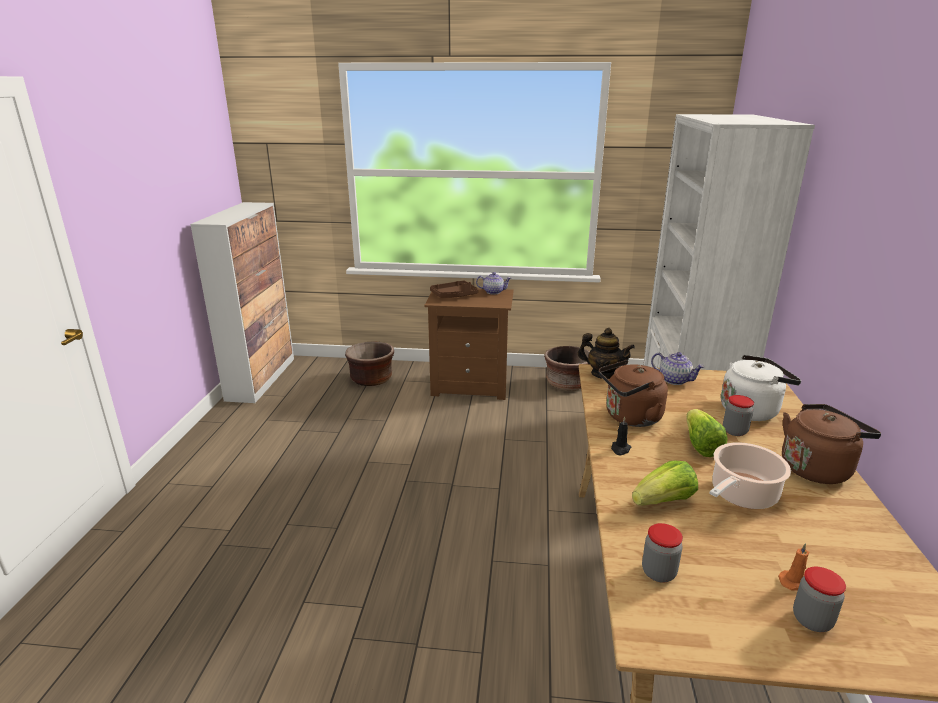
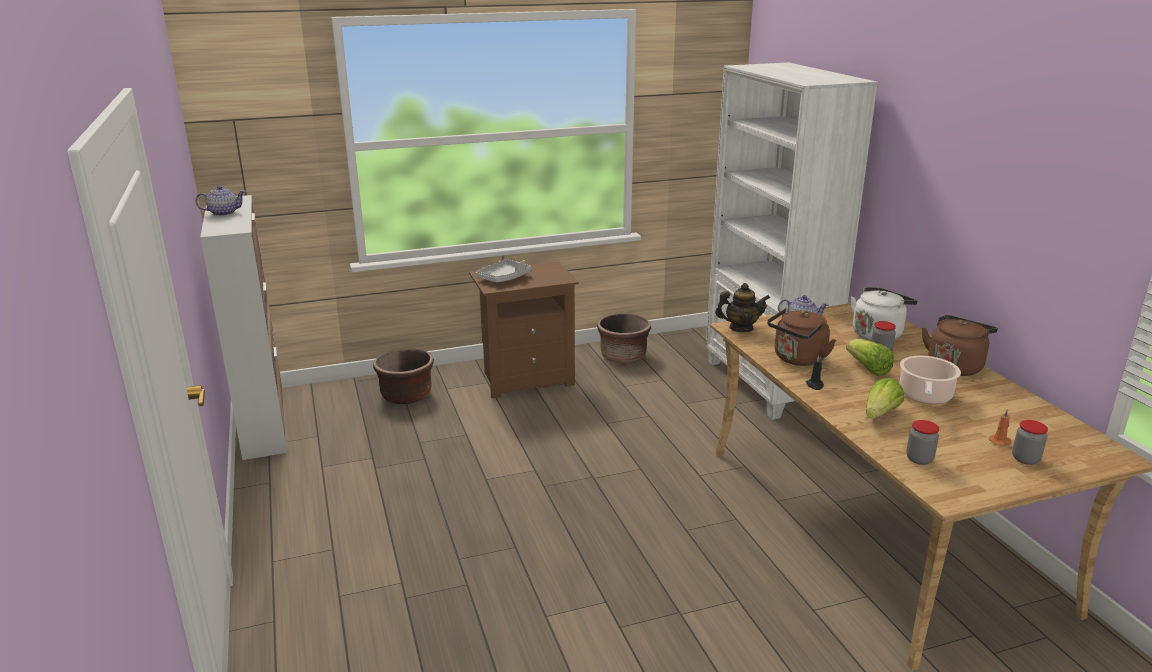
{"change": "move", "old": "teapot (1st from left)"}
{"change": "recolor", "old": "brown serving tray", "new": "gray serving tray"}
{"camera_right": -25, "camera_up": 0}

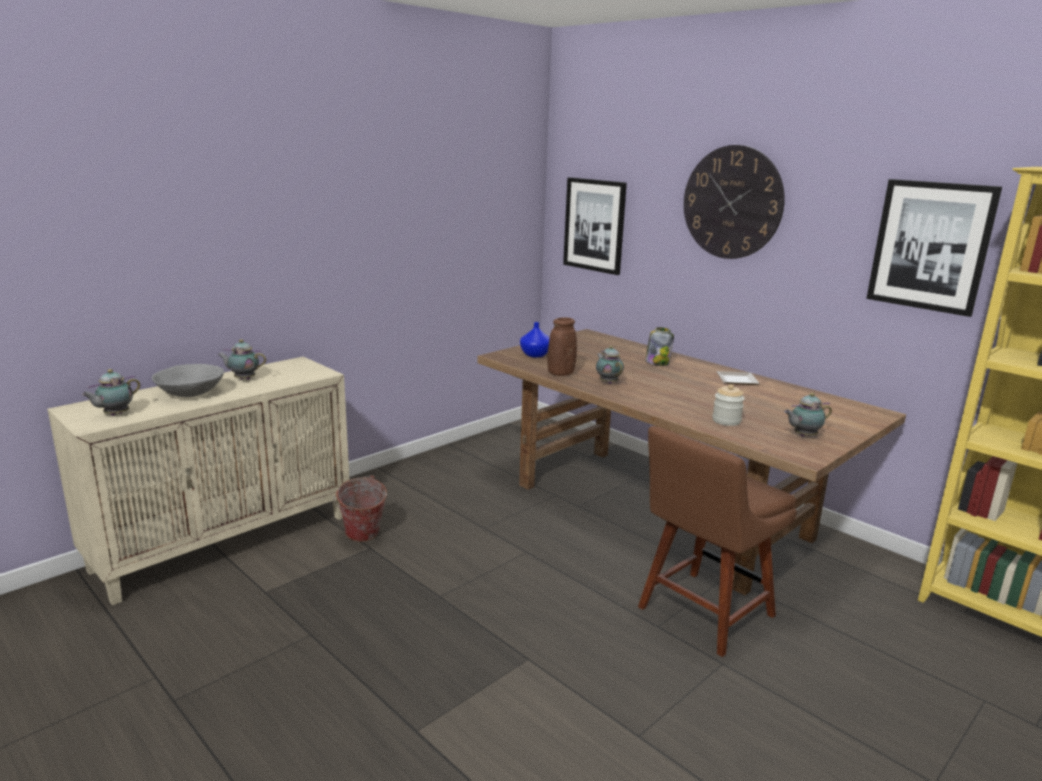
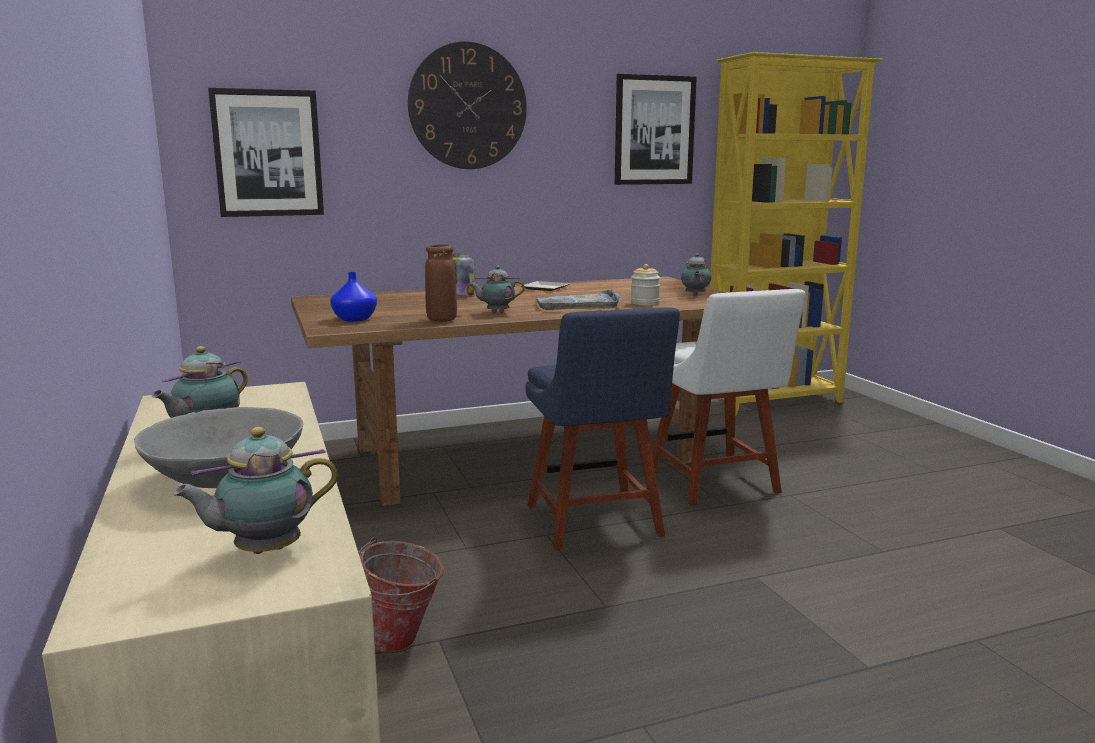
{"change": "rotate", "old": "teapot (1st from left in the first image)", "degrees": 90}
{"change": "recolor", "old": "brown upright chair", "new": "white-coloured upright chair"}
{"change": "insert", "new": "gray serving tray"}
{"change": "insert", "new": "blue upright chair"}
{"camera_right": -65, "camera_up": -5}

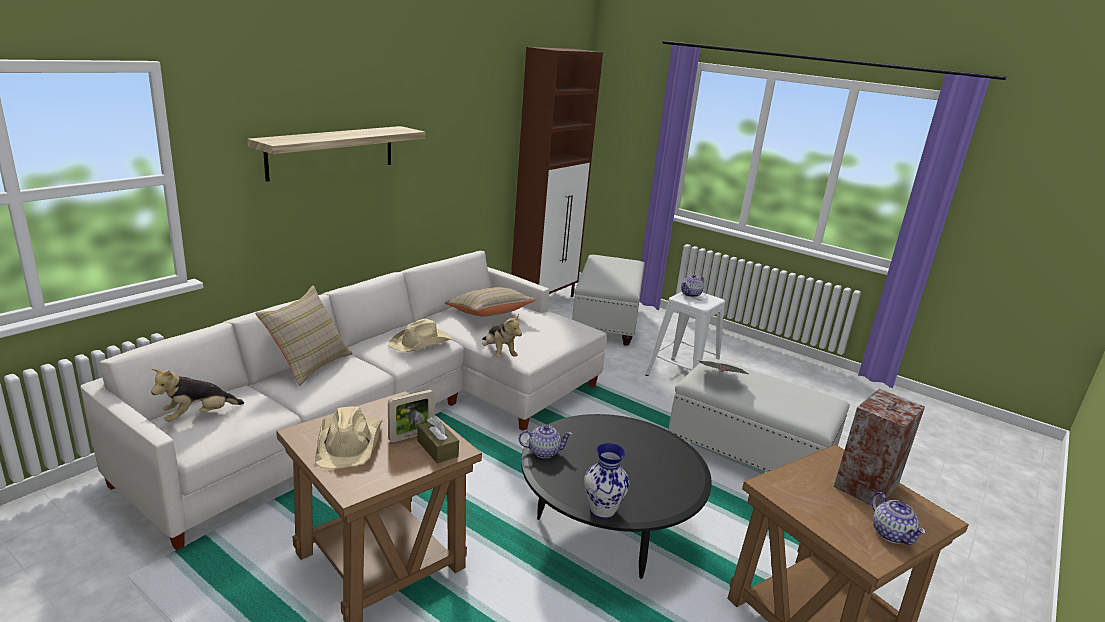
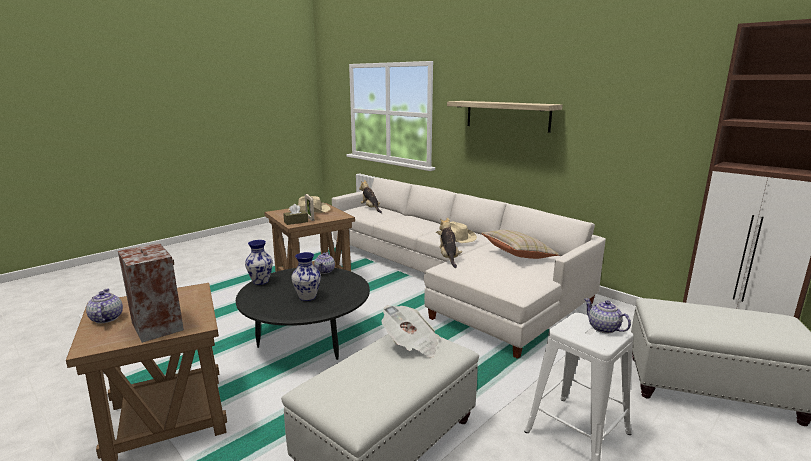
{"change": "delete", "old": "beige cushion (1st from left)"}
{"change": "rotate", "old": "plush toy (2nd from left)", "degrees": 105}
{"change": "rotate", "old": "teapot (3rd from left in the first image)", "degrees": 75}
{"change": "insert", "new": "vase (2nd from left)"}
{"camera_right": 100, "camera_up": -5}

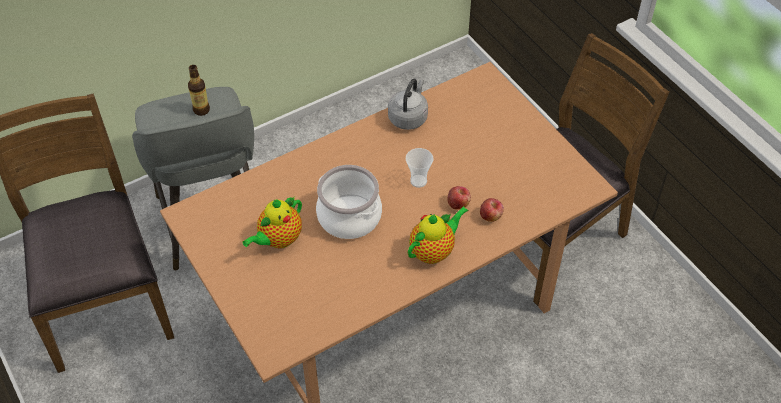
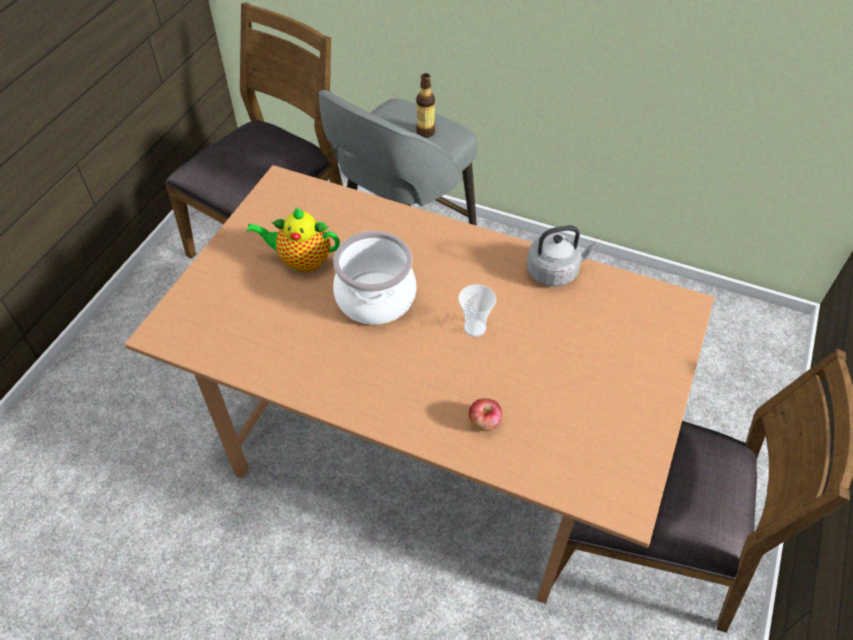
{"change": "delete", "old": "apple (1st from left)"}
{"change": "delete", "old": "teapot (2nd from left)"}
{"camera_right": 55, "camera_up": 0}

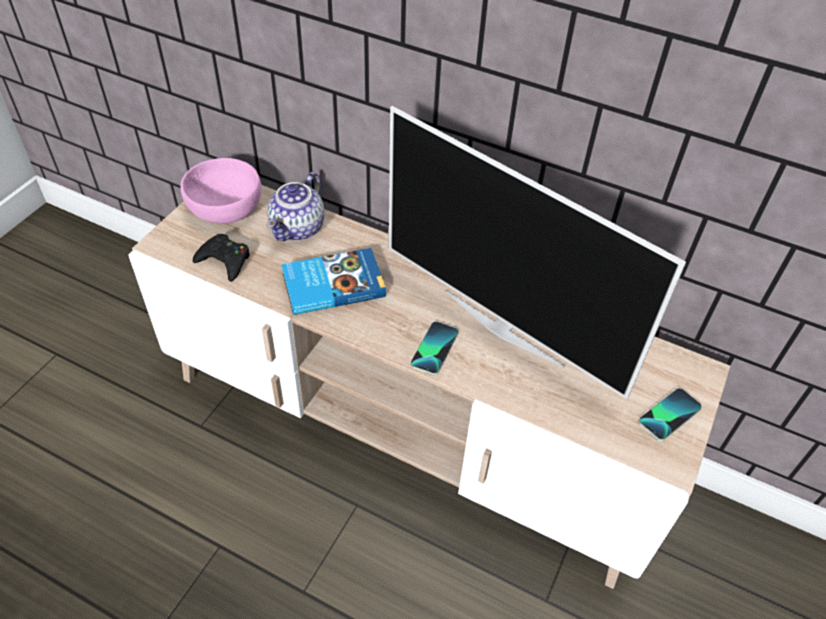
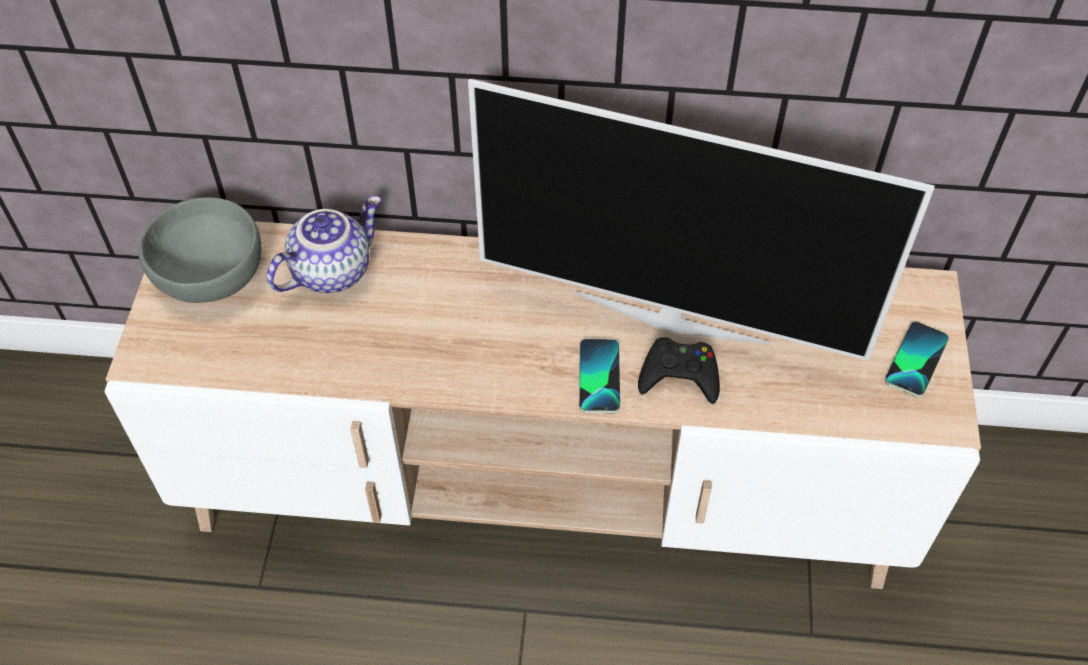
{"change": "recolor", "old": "pink deep dish", "new": "gray deep dish"}
{"change": "rotate", "old": "teapot", "degrees": -135}
{"change": "move", "old": "blackish gamepad"}
{"change": "delete", "old": "book"}
{"camera_right": -20, "camera_up": 5}

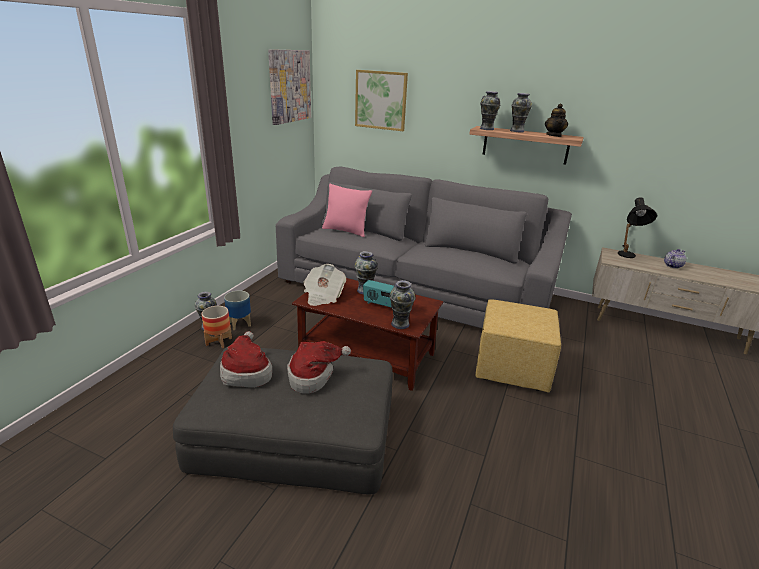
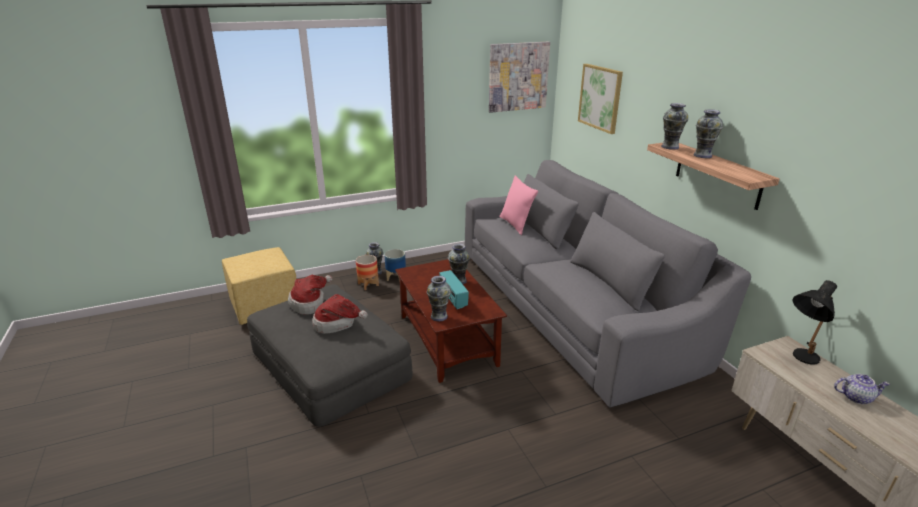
{"change": "delete", "old": "teapot (1st from left)"}
{"change": "delete", "old": "newspaper"}
{"change": "move", "old": "yellowish pouffe"}
{"camera_right": 45, "camera_up": 0}

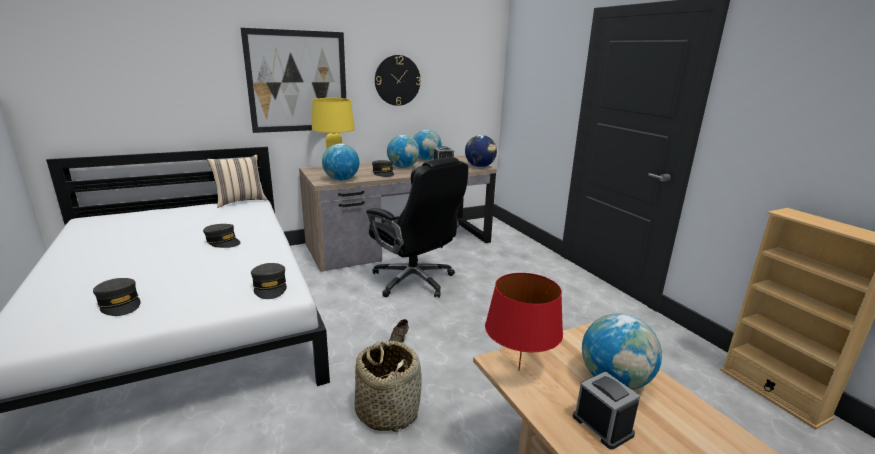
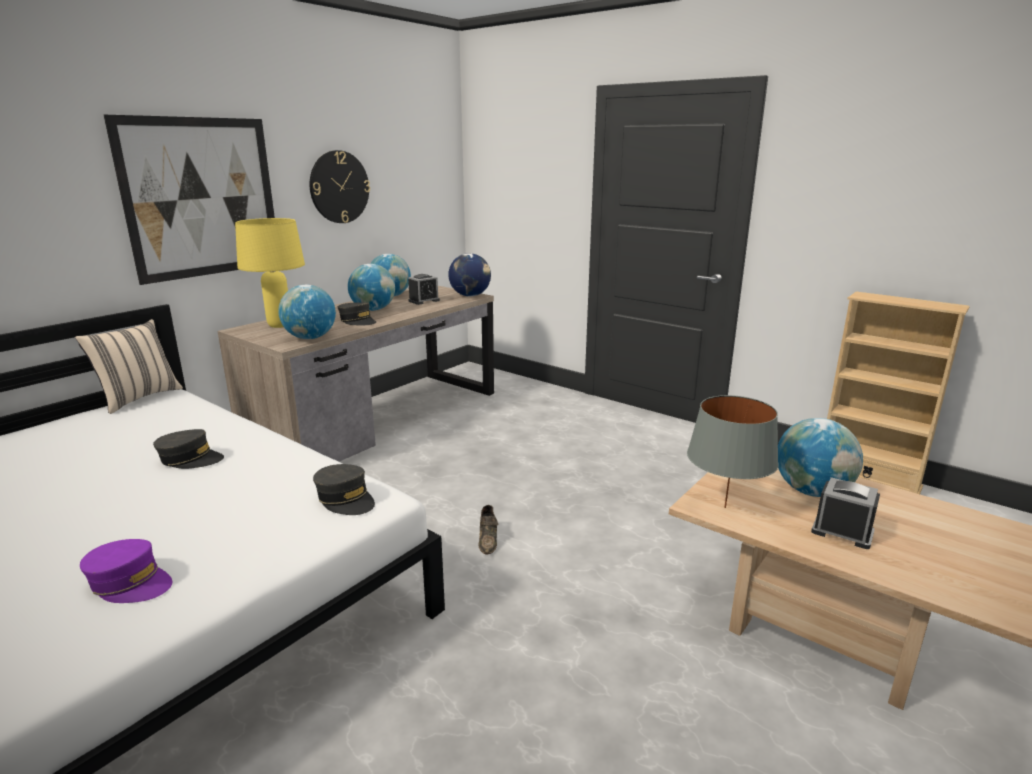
{"change": "delete", "old": "blackish office chair"}
{"change": "recolor", "old": "reddish table lamp", "new": "gray table lamp"}
{"change": "recolor", "old": "gray baseball cap (1st from left)", "new": "purple baseball cap"}
{"change": "delete", "old": "storage basket"}
{"camera_right": -25, "camera_up": 0}

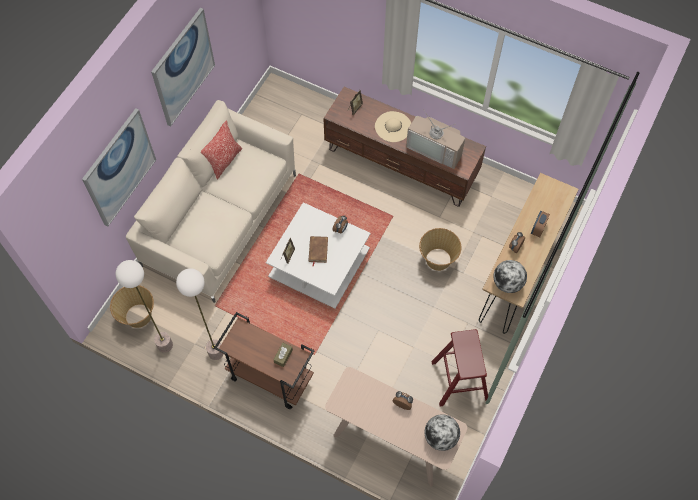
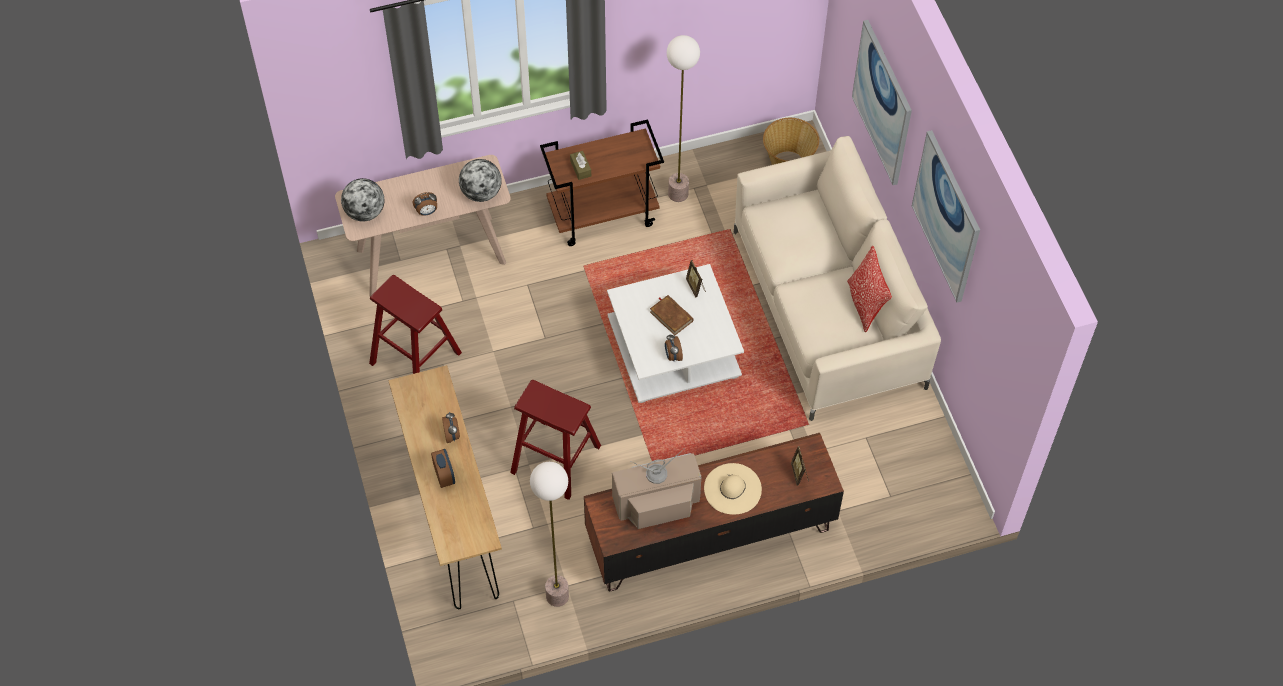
{"change": "replace", "old": "storage basket (2nd from left)", "new": "reddish sitting stool (2nd from left)"}
{"change": "move", "old": "floor lamp (1st from left)"}
{"change": "move", "old": "world globe (2nd from left)"}
{"camera_right": 135, "camera_up": -5}

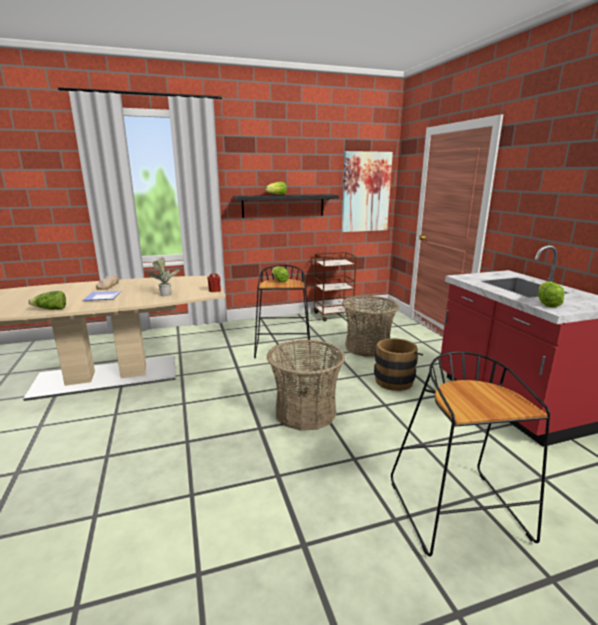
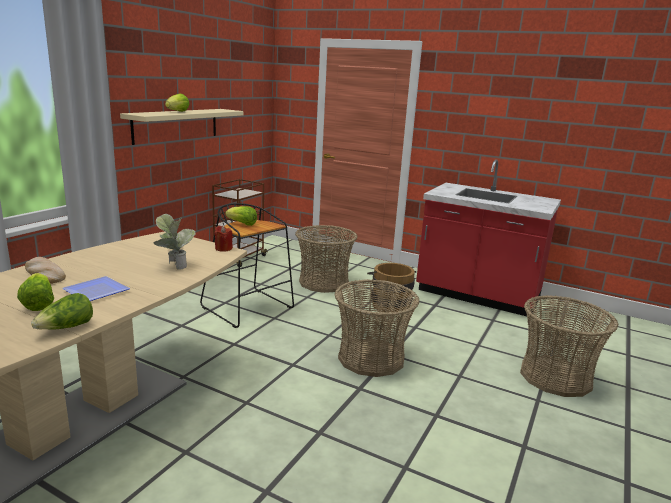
{"change": "delete", "old": "wall art"}
{"change": "recolor", "old": "blackish wall shelf", "new": "beige wall shelf"}
{"change": "move", "old": "lettuce head (4th from left in the first image)", "new": "lettuce head (1st from left)"}
{"change": "replace", "old": "blackish sitting stool (2nd from left)", "new": "storage basket (3rd from left)"}
{"camera_right": -45, "camera_up": 0}

